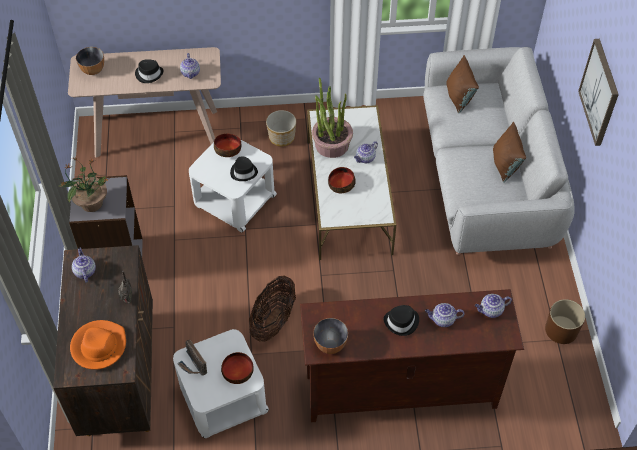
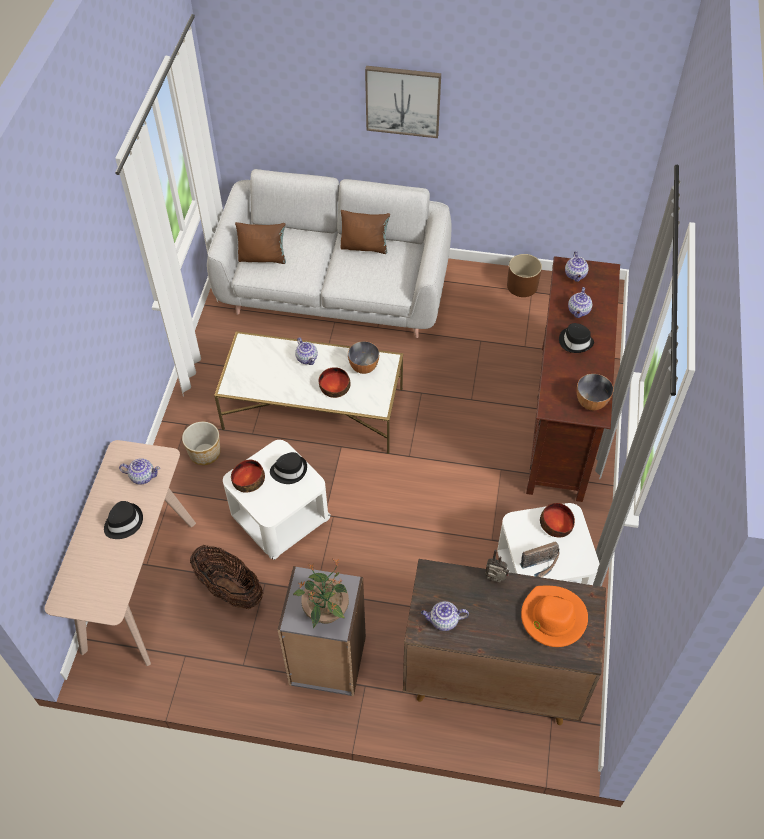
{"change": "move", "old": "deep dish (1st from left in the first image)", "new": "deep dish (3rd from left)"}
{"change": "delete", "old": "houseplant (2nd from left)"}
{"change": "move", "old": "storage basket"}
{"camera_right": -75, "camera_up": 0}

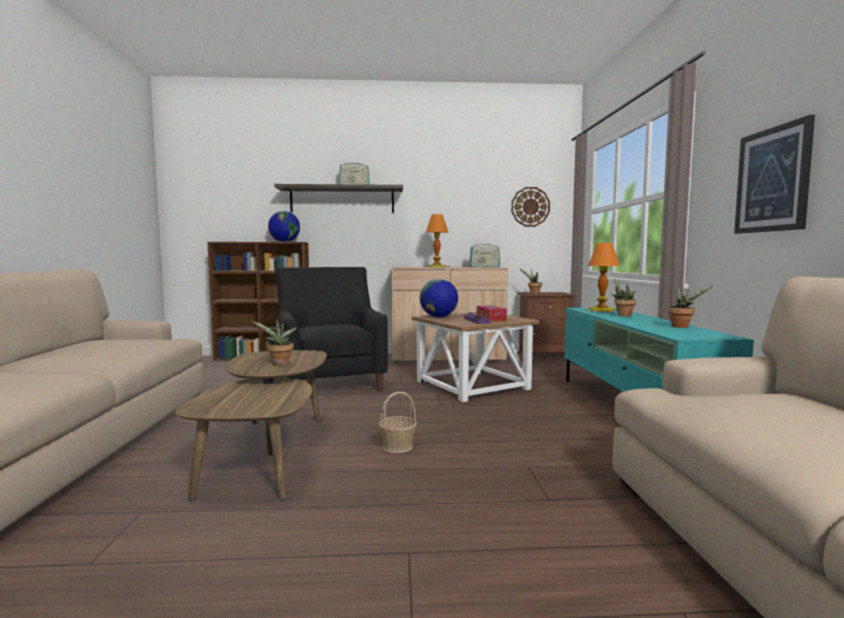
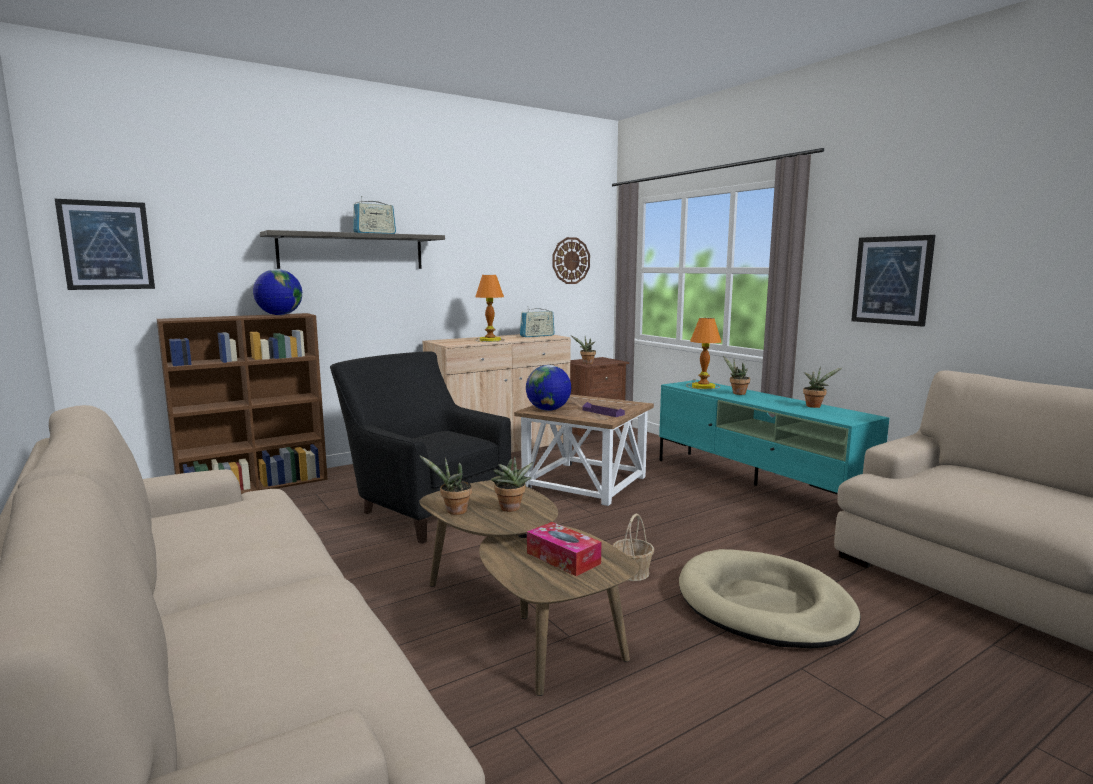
{"change": "move", "old": "tissue holder"}
{"change": "insert", "new": "wall art (1st from left)"}
{"change": "insert", "new": "houseplant (1st from left)"}
{"change": "insert", "new": "beige pet bed"}
{"camera_right": -30, "camera_up": 5}

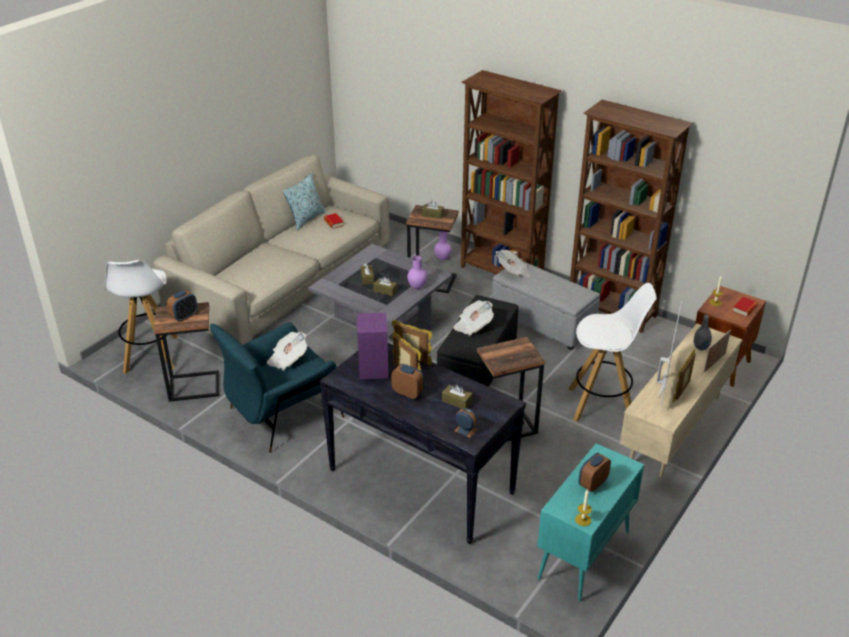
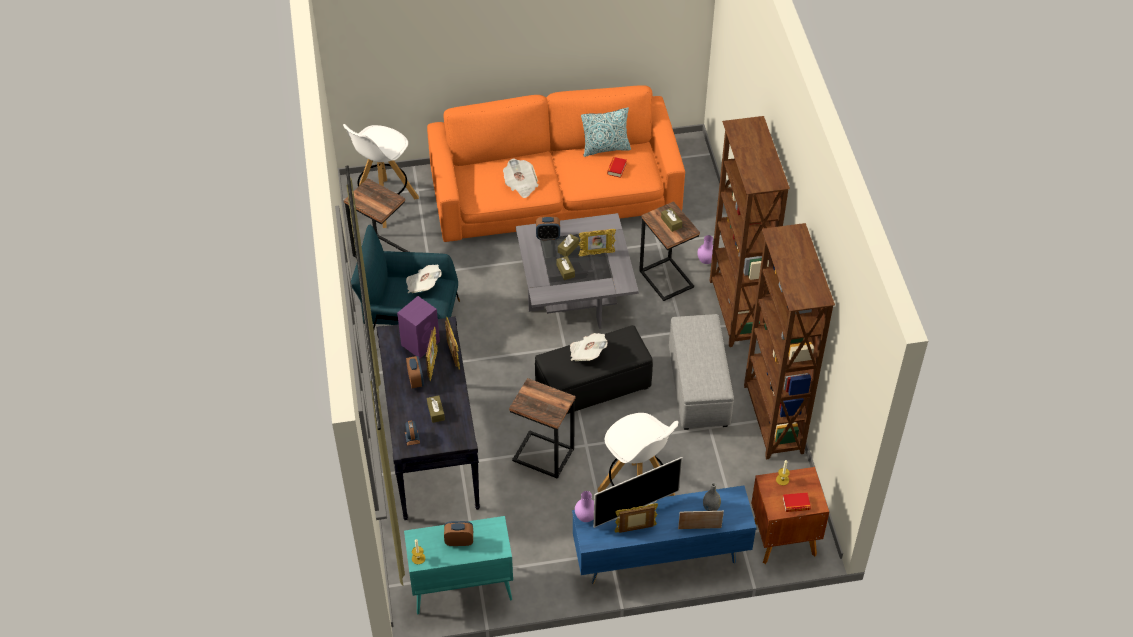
{"change": "recolor", "old": "beige couch", "new": "orange couch"}
{"change": "move", "old": "newspaper (3rd from left in the first image)", "new": "newspaper (2nd from left)"}
{"change": "move", "old": "purple vase (1st from left)"}
{"change": "move", "old": "bedside clock (1st from left in the first image)", "new": "bedside clock (4th from left)"}
{"change": "recolor", "old": "beige tv unit", "new": "blue tv unit"}
{"change": "insert", "new": "photo frame (3rd from left)"}
{"camera_right": 45, "camera_up": 15}

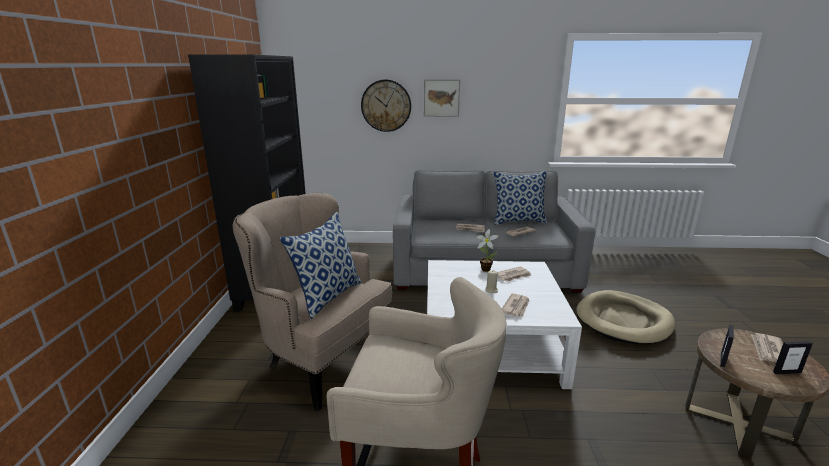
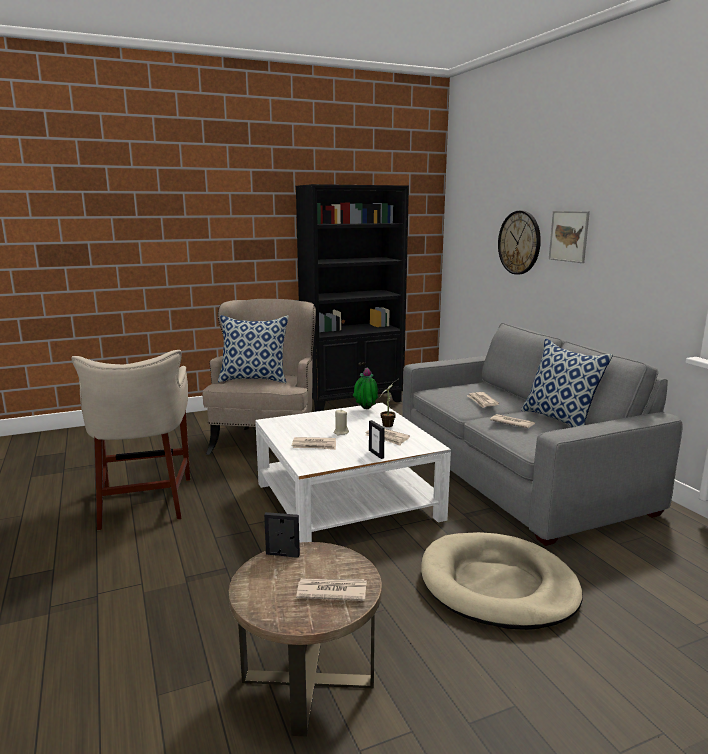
{"change": "move", "old": "photo frame (2nd from left)"}
{"change": "insert", "new": "houseplant (1st from left)"}
{"camera_right": 65, "camera_up": -5}

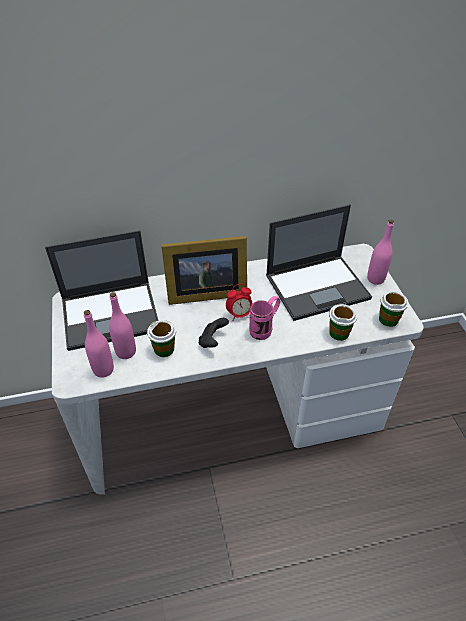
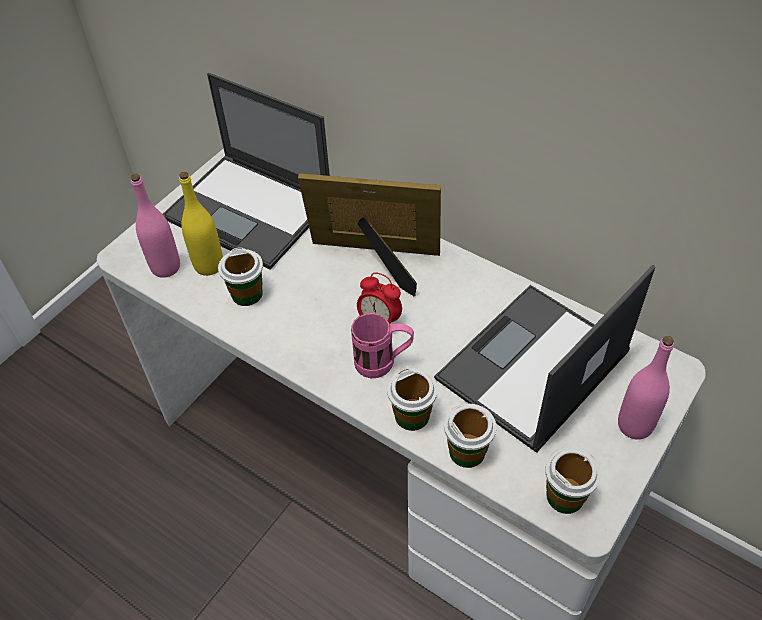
{"change": "rotate", "old": "notebook computer (2nd from left)", "degrees": 105}
{"change": "rotate", "old": "photo frame", "degrees": 150}
{"change": "recolor", "old": "pink drink bottle (2nd from left)", "new": "yellowish drink bottle"}
{"change": "delete", "old": "blackish gamepad"}
{"change": "insert", "new": "drinking cup (2nd from left)"}
{"camera_right": 50, "camera_up": 5}

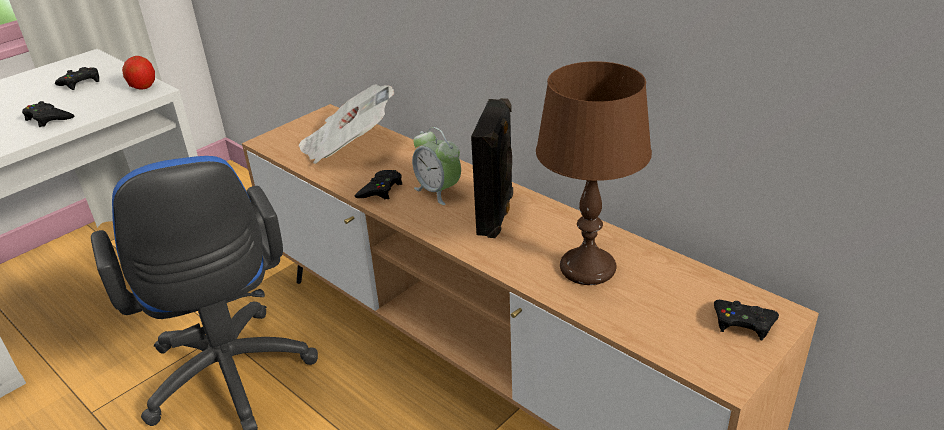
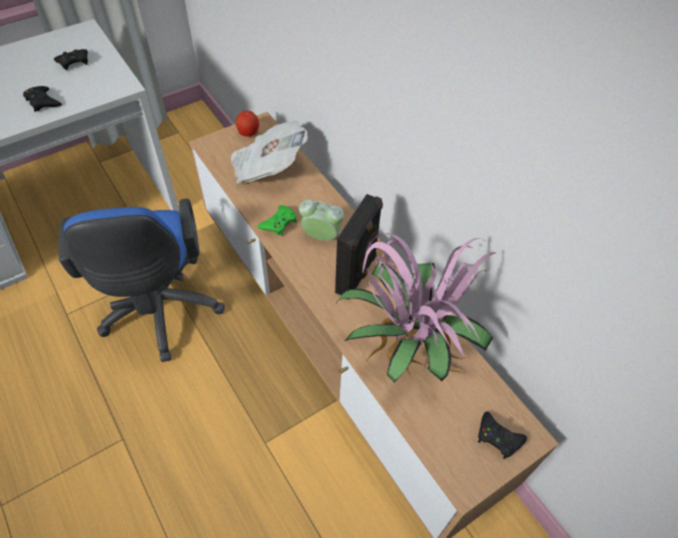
{"change": "move", "old": "apple"}
{"change": "replace", "old": "brown table lamp", "new": "houseplant"}
{"change": "rotate", "old": "bedside clock", "degrees": 135}
{"change": "recolor", "old": "blackish gamepad (3rd from left)", "new": "greenish gamepad"}
{"camera_right": 10, "camera_up": 20}

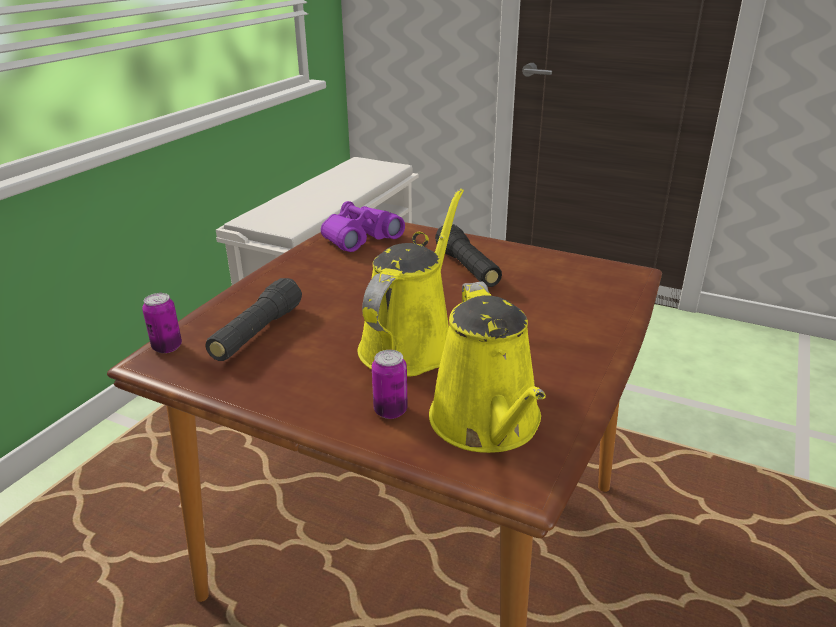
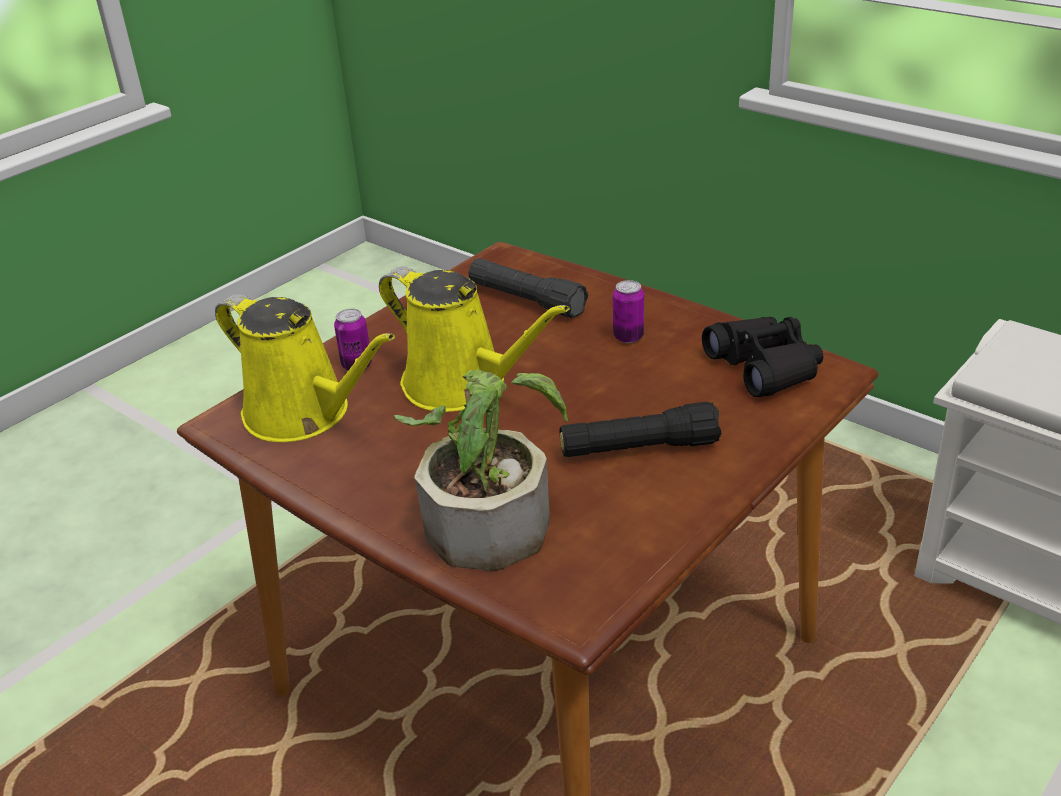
{"change": "recolor", "old": "purple binoculars", "new": "blackish binoculars"}
{"change": "rotate", "old": "yellowish watering pot (2nd from left in the first image)", "degrees": -150}
{"change": "move", "old": "sealed can (1st from left in the first image)", "new": "sealed can (2nd from left)"}
{"change": "insert", "new": "houseplant"}
{"camera_right": 105, "camera_up": 5}

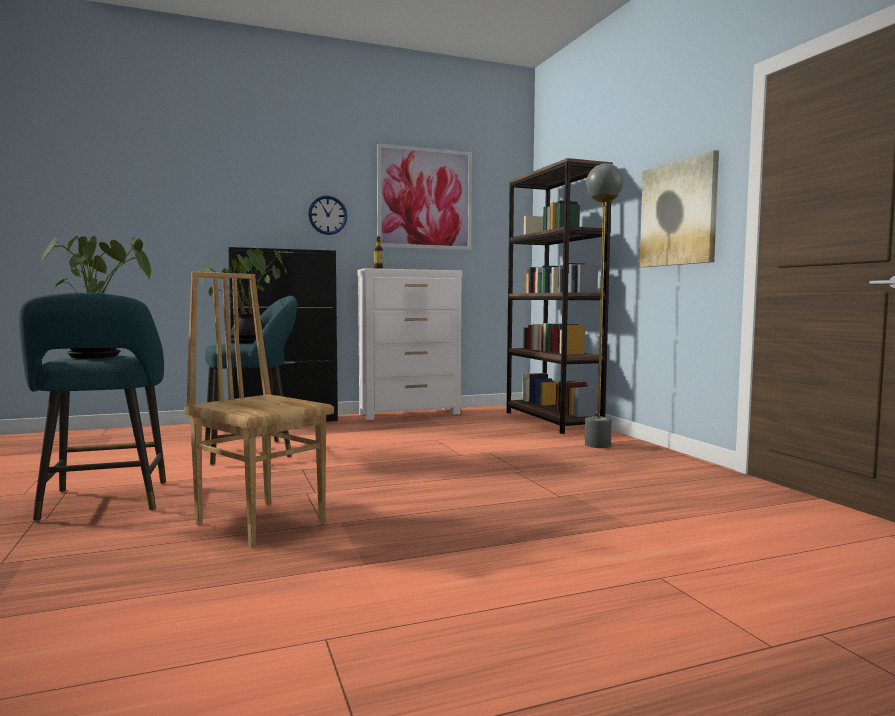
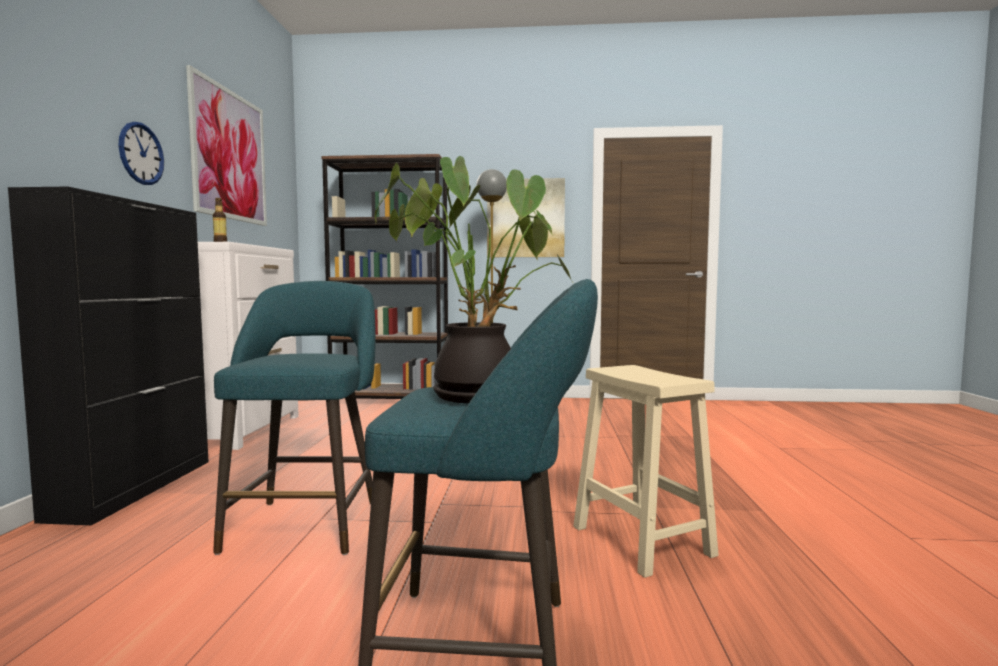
{"change": "delete", "old": "houseplant (2nd from left)"}
{"change": "replace", "old": "brown upright chair", "new": "beige sitting stool"}
{"camera_right": -65, "camera_up": 0}

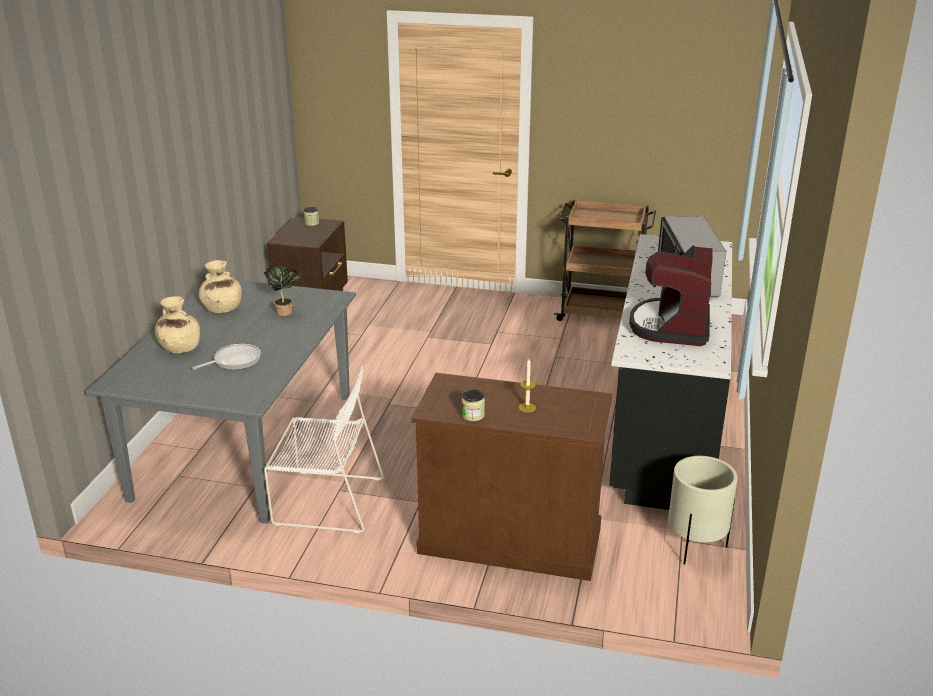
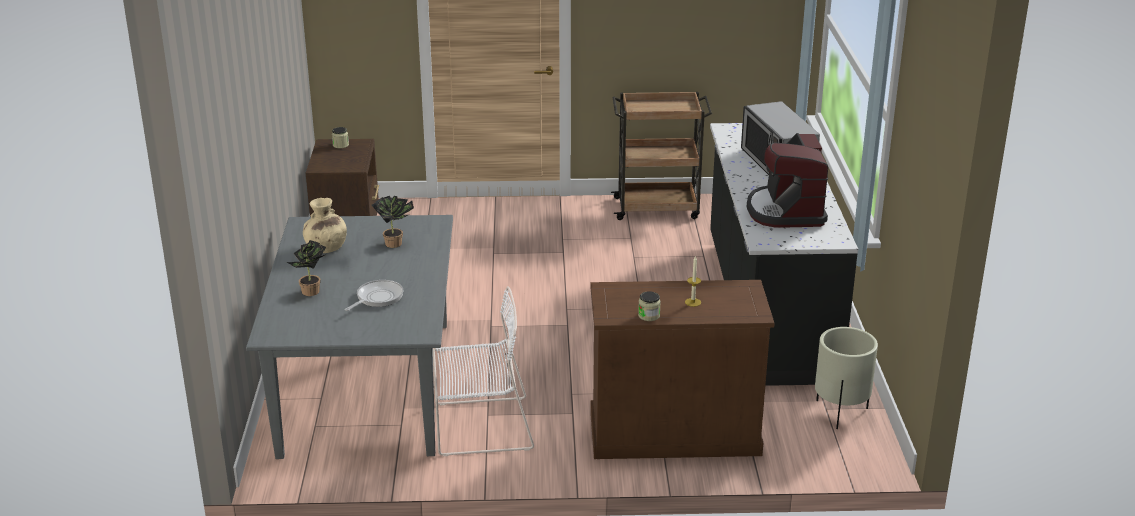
{"change": "replace", "old": "beige vase (1st from left)", "new": "houseplant (1st from left)"}
{"camera_right": -15, "camera_up": 0}

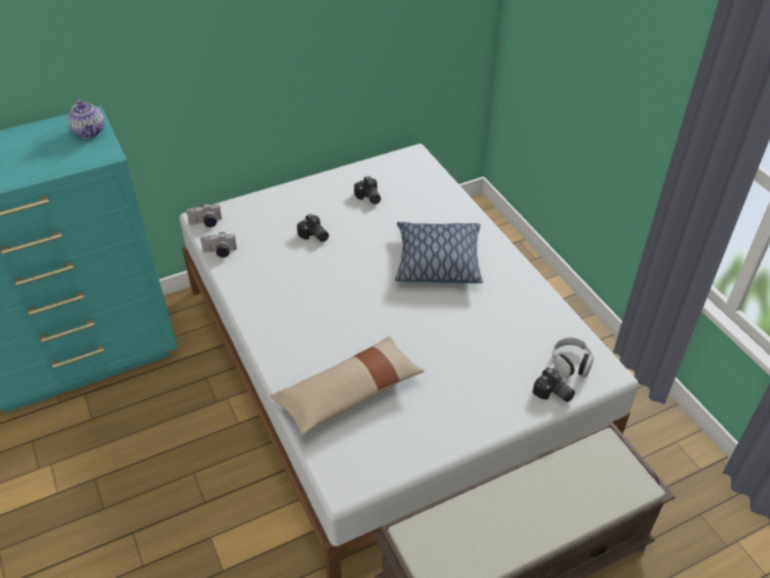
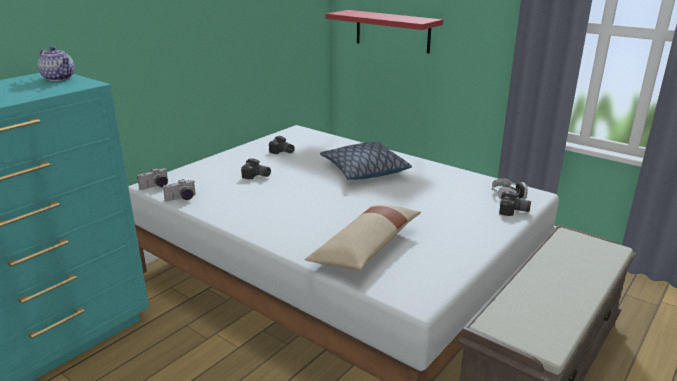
{"change": "insert", "new": "reddish wall shelf"}
{"camera_right": -25, "camera_up": -20}

